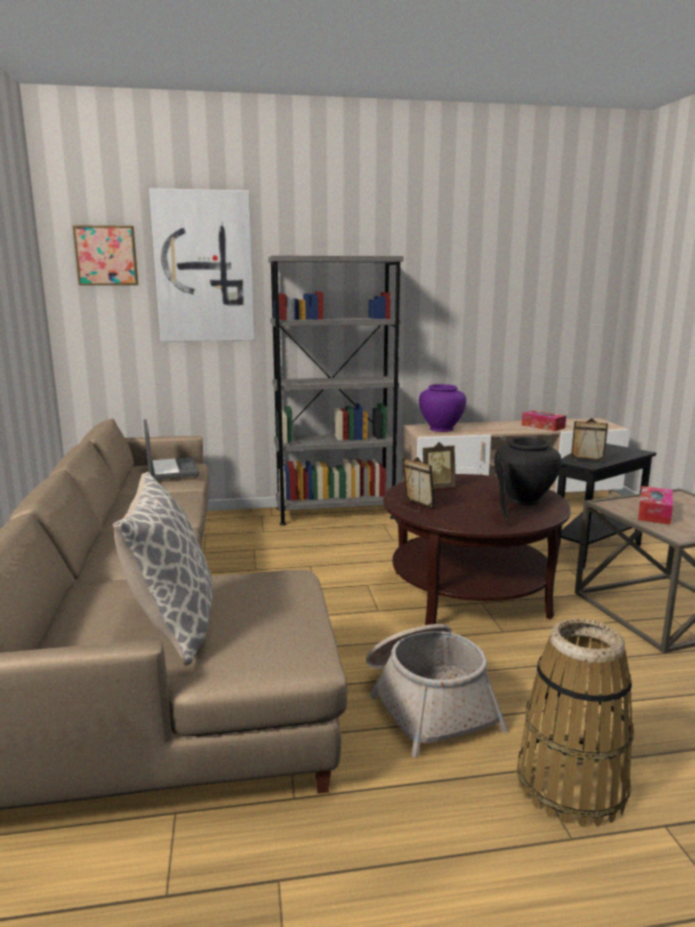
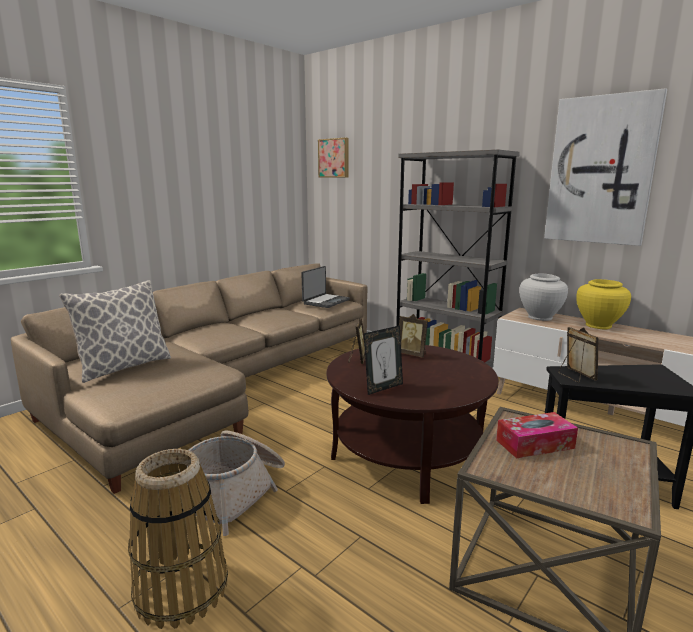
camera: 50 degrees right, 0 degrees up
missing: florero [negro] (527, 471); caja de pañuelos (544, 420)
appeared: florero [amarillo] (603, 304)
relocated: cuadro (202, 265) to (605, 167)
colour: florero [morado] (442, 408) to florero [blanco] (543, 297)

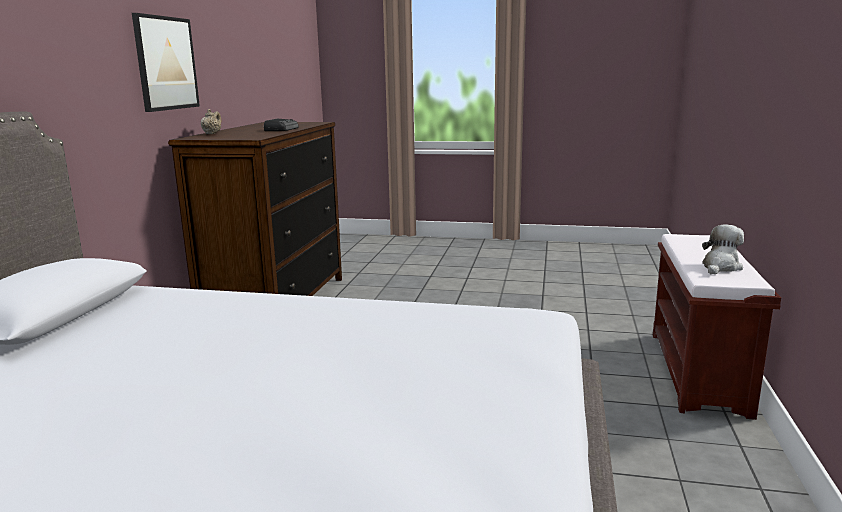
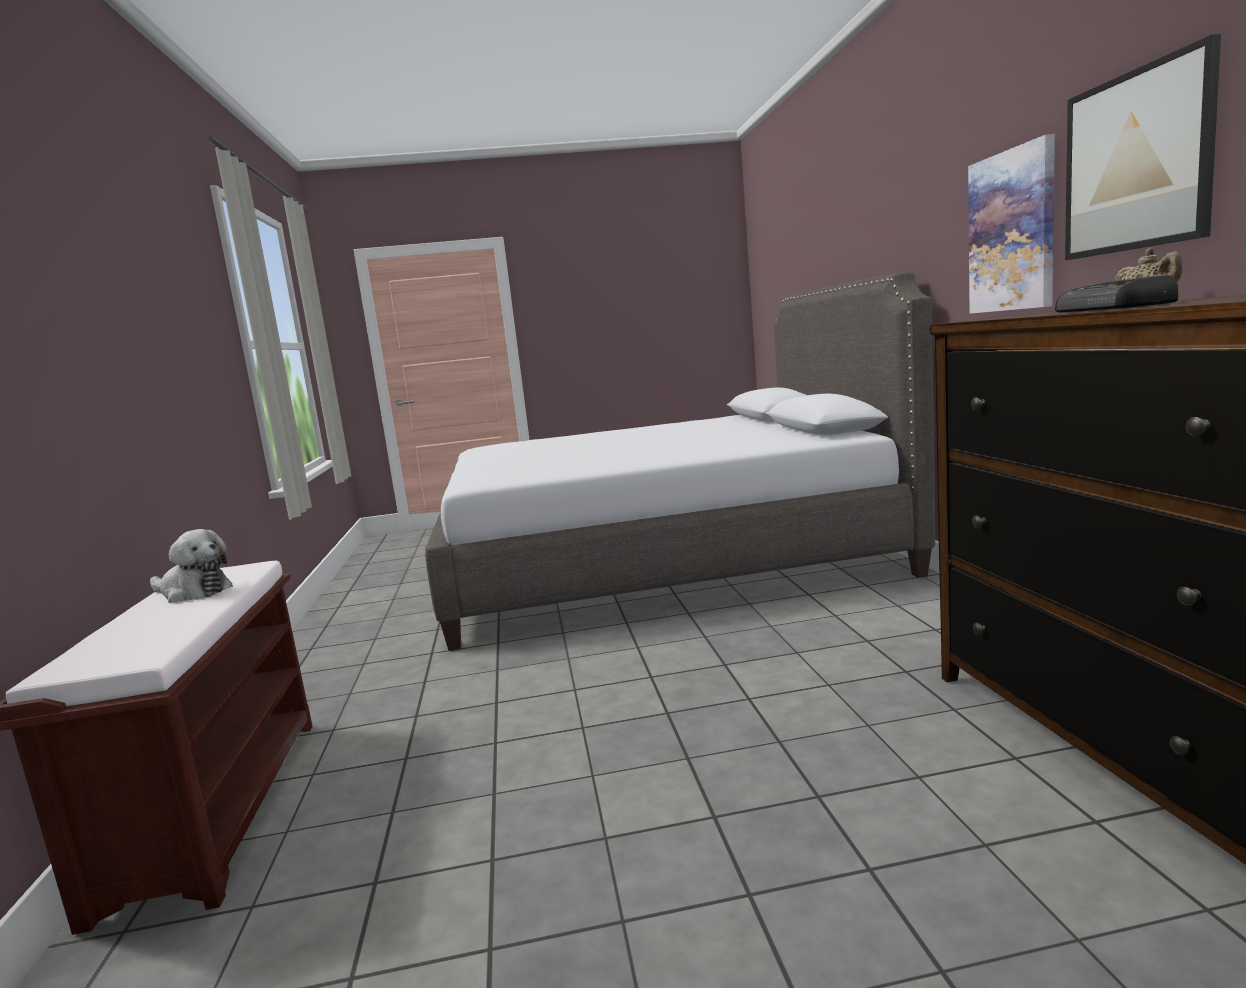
camera: 160 degrees right, 5 degrees down
appeared: cuadro (1011, 224)
spun: peluche (723, 249) = (191, 566) 90 degrees counterclockwise

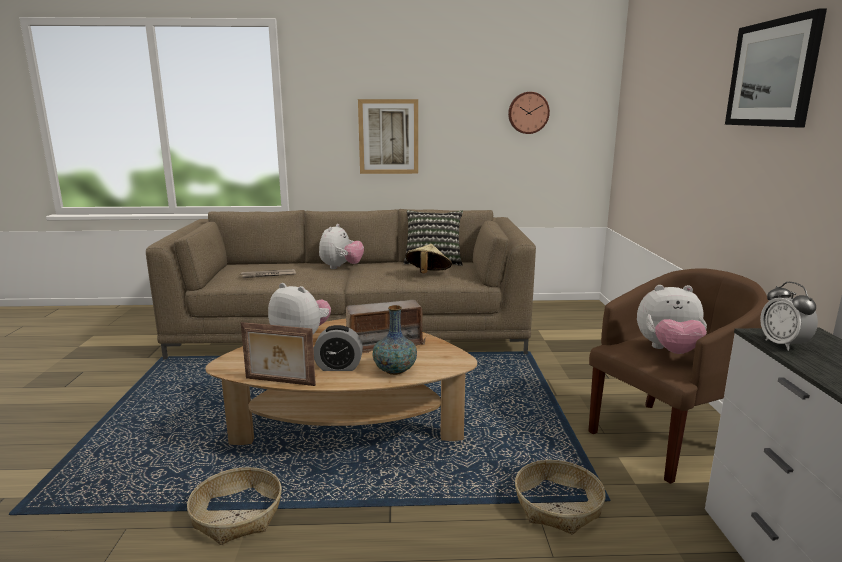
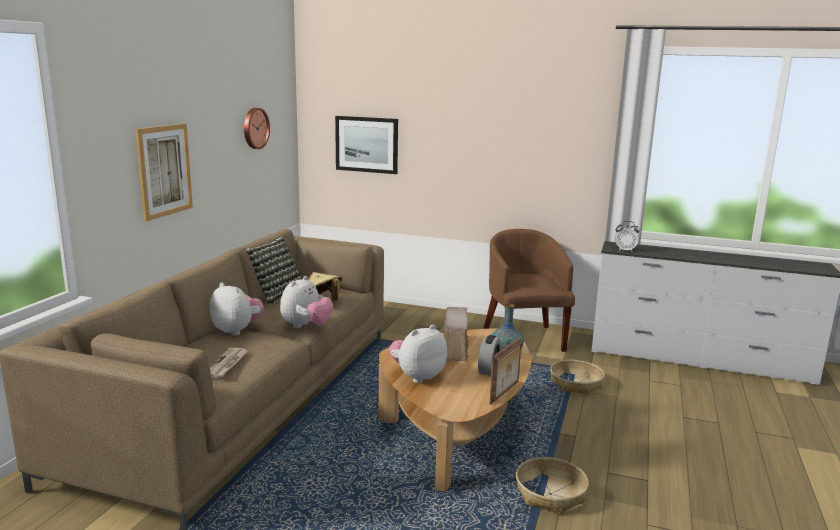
camera: 70 degrees left, 0 degrees up
relocated: peluche (672, 319) to (306, 302); cuadro (776, 67) to (366, 145)

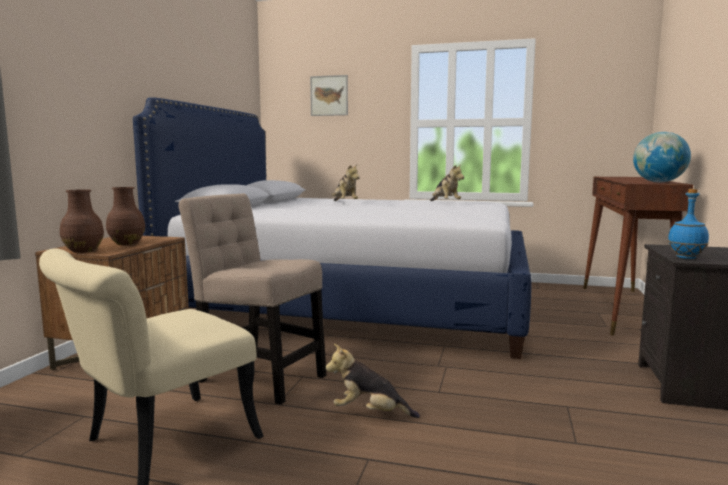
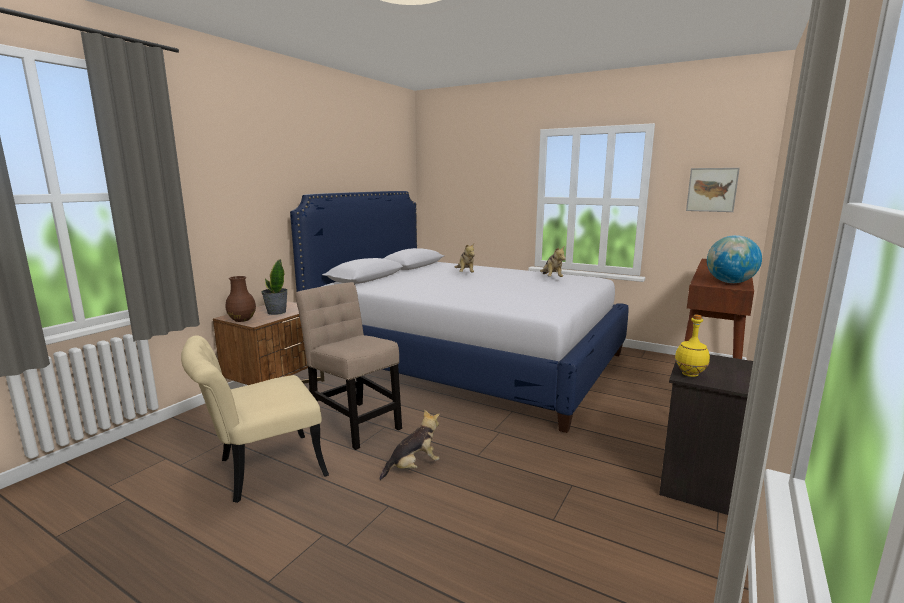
camera: 15 degrees right, 5 degrees up
relocated: cuadro (329, 95) to (713, 190)
exchanged: florero [marrón] (125, 216) to planta en maceta (274, 287)
colour: botella [azul] (688, 224) to botella [amarillo] (692, 346)
spun: peluche (372, 381) = (409, 444) 120 degrees clockwise

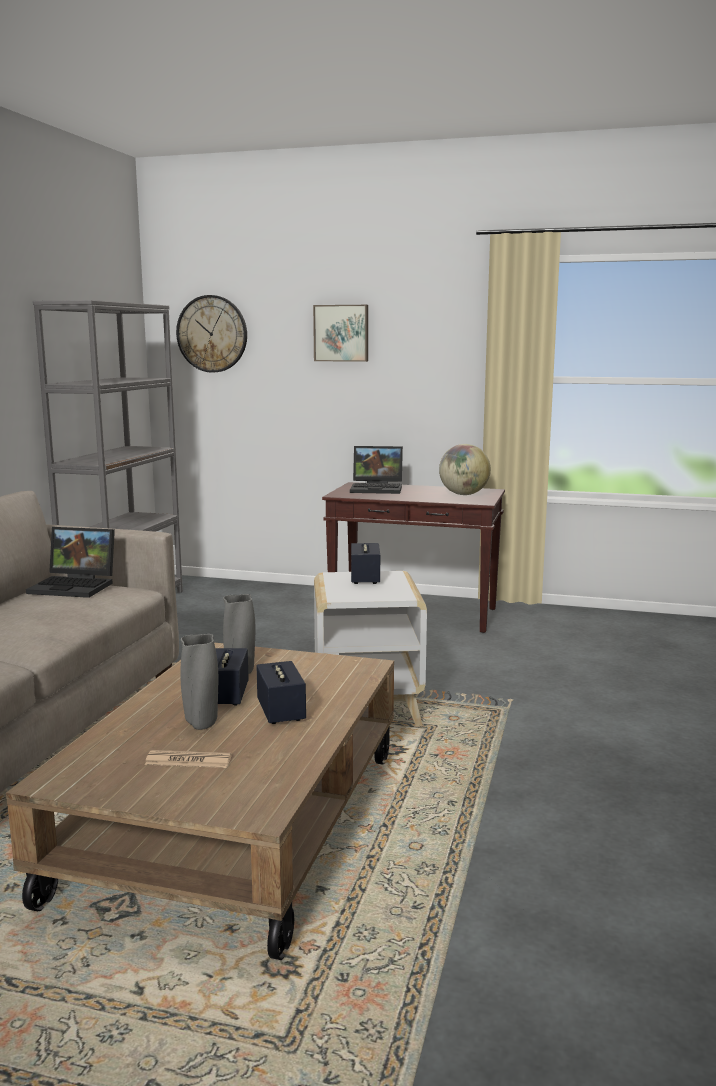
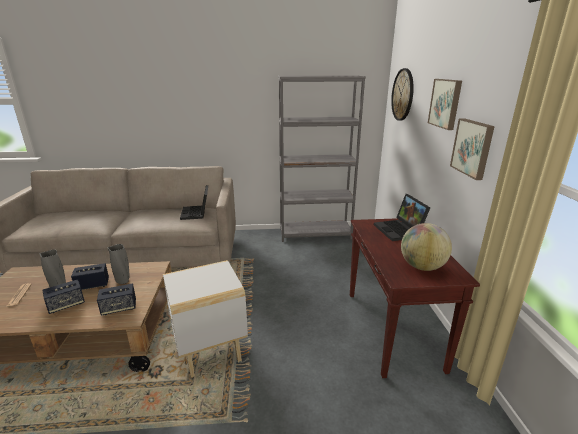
camera: 70 degrees right, 10 degrees up
appeared: cuadro (472, 149)
relocated: altavoz (365, 563) to (116, 300)

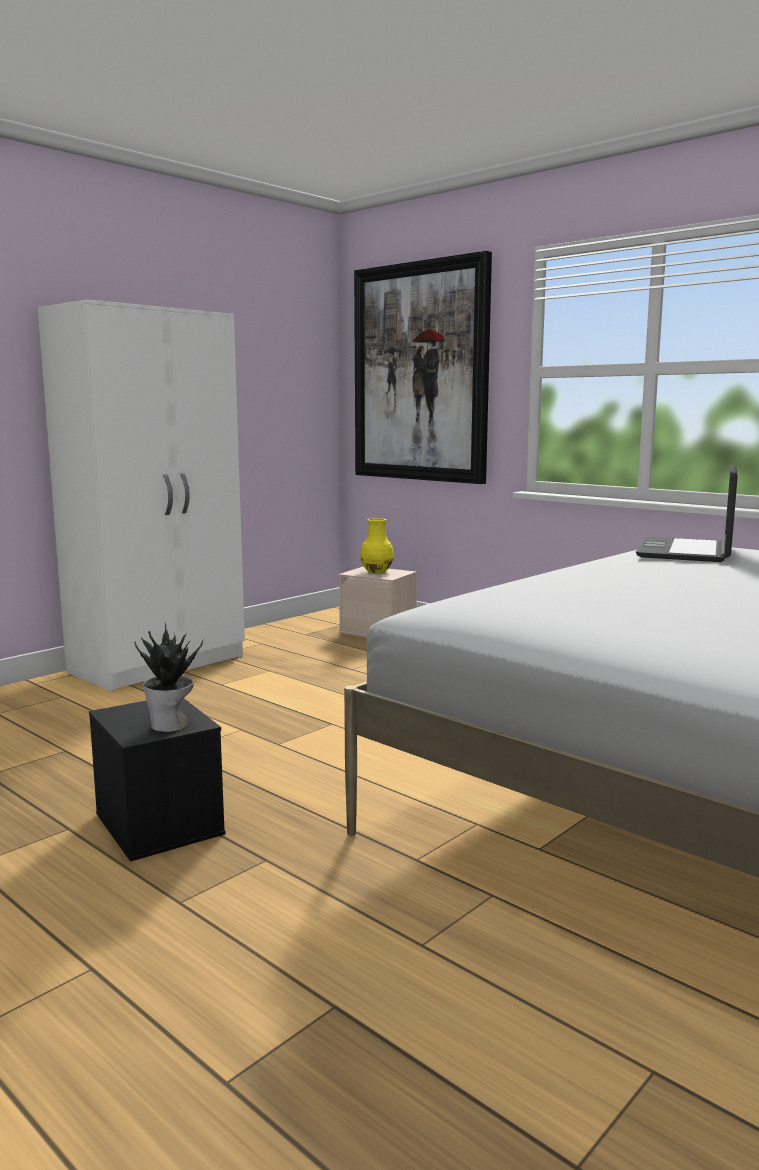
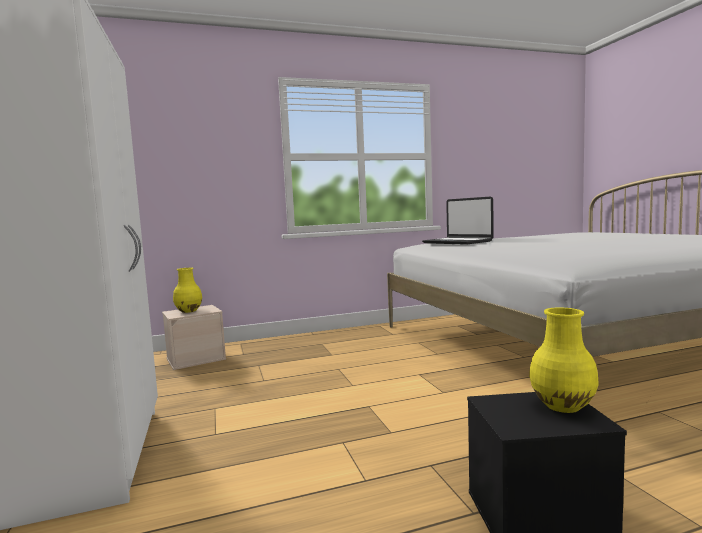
camera: 60 degrees left, 5 degrees down
missing: cuadro (423, 367)
exchanged: planta en maceta (168, 677) to florero [amarillo] (564, 360)

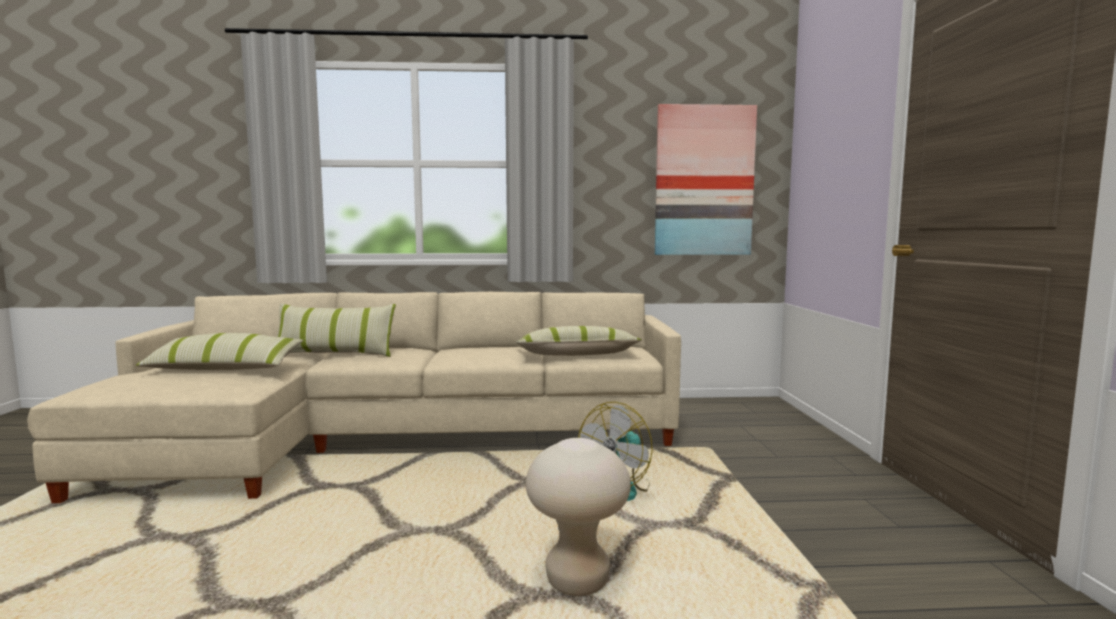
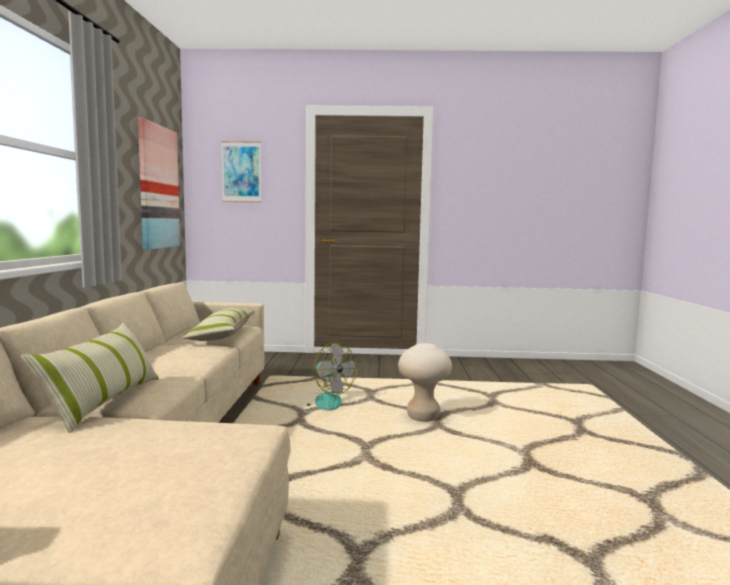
camera: 85 degrees left, 0 degrees up
missing: cojín (220, 351)
appeared: cuadro (241, 172)

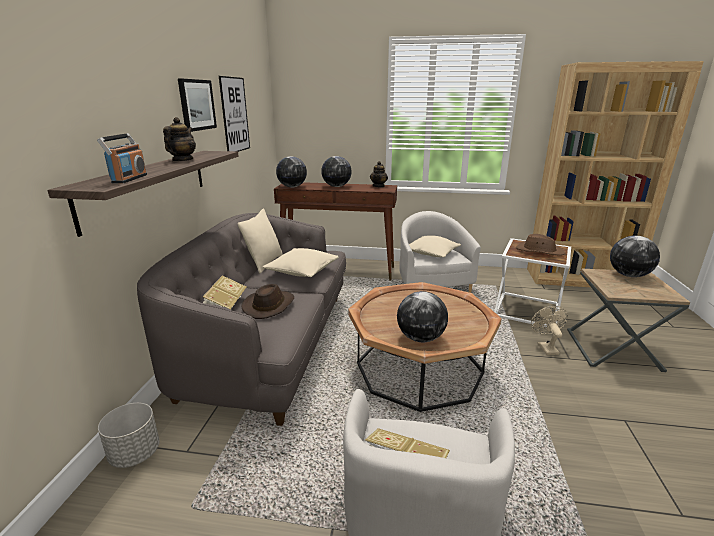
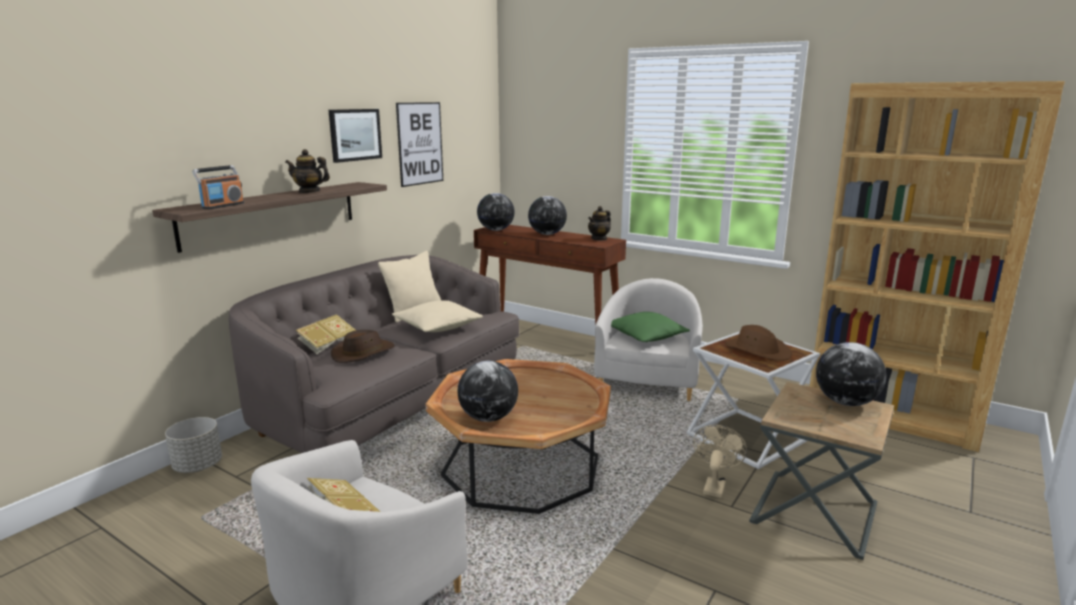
camera: 25 degrees right, 5 degrees down
colour: cojín [beis] (435, 246) to cojín [verde] (650, 327)
spun: tetera (179, 139) = (307, 171) 120 degrees counterclockwise

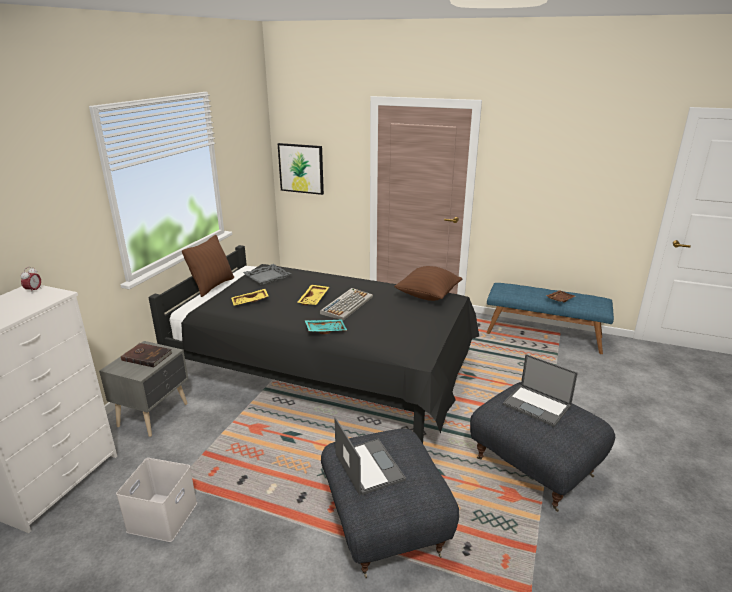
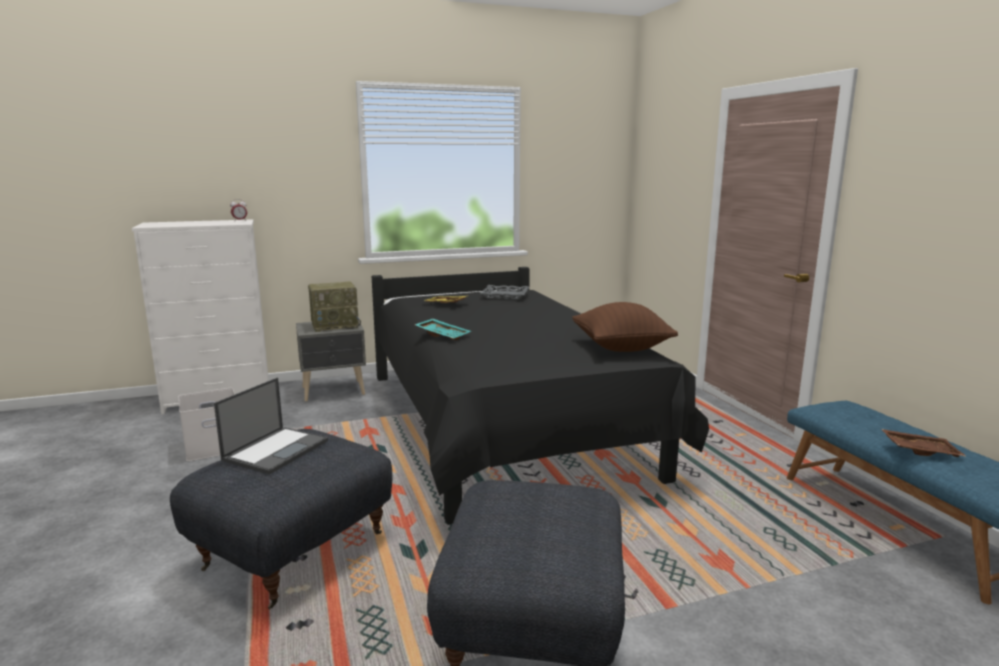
camera: 50 degrees right, 10 degrees down
missing: cojín [marrón] (208, 266); cuadro (301, 169); bandeja [amarillo] (313, 295); teclado (346, 304); portátil (540, 390)
exchanged: libro [marrón] (146, 355) to radio (334, 306)

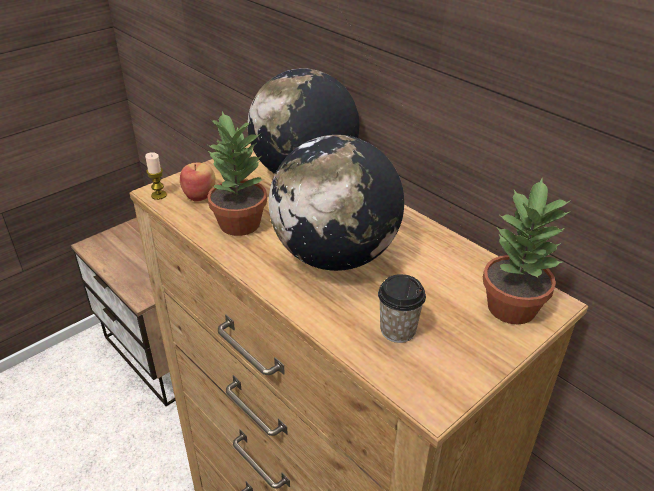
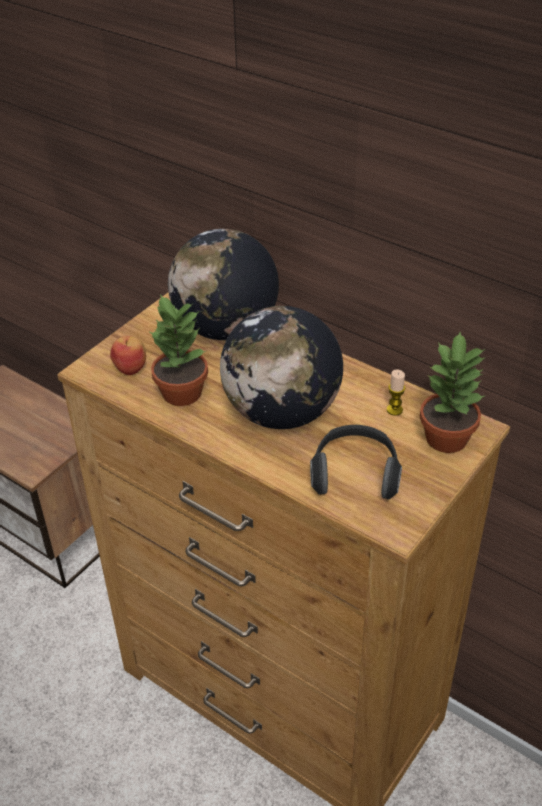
camera: 10 degrees left, 5 degrees up
relocated: vela (156, 176) to (396, 393)
exchanged: taza (402, 308) to auriculares (356, 462)

